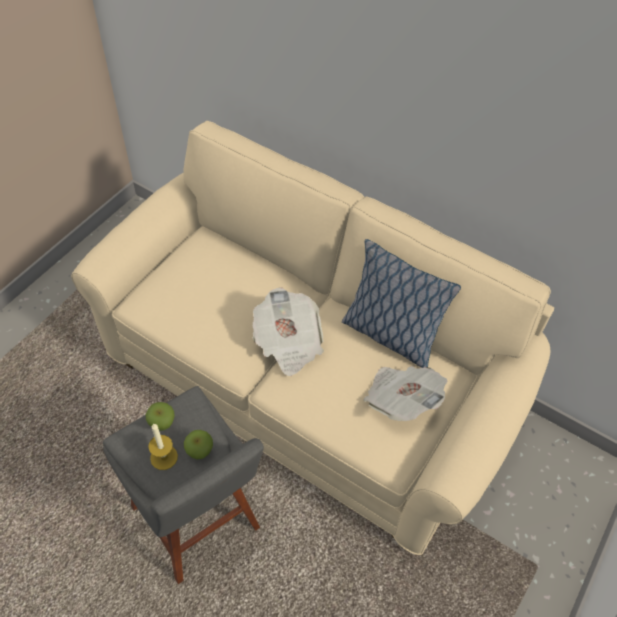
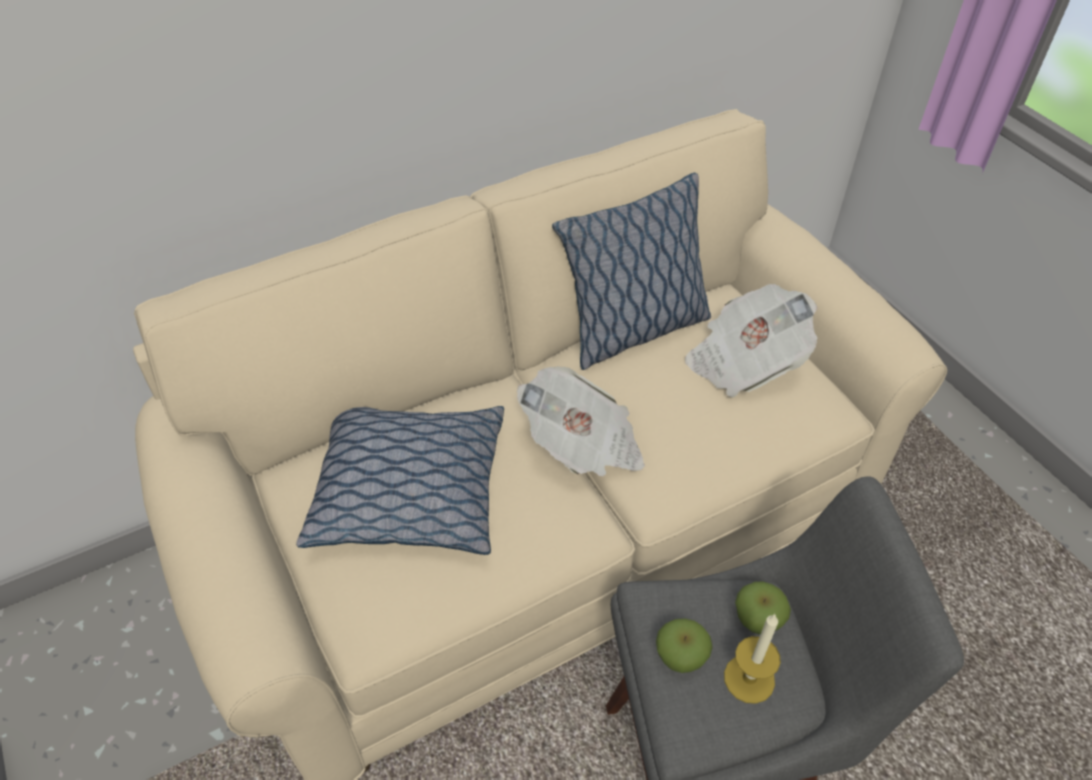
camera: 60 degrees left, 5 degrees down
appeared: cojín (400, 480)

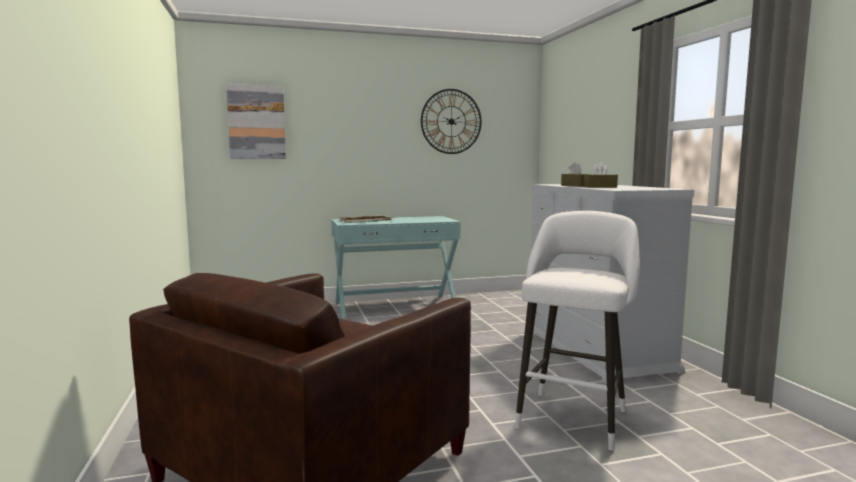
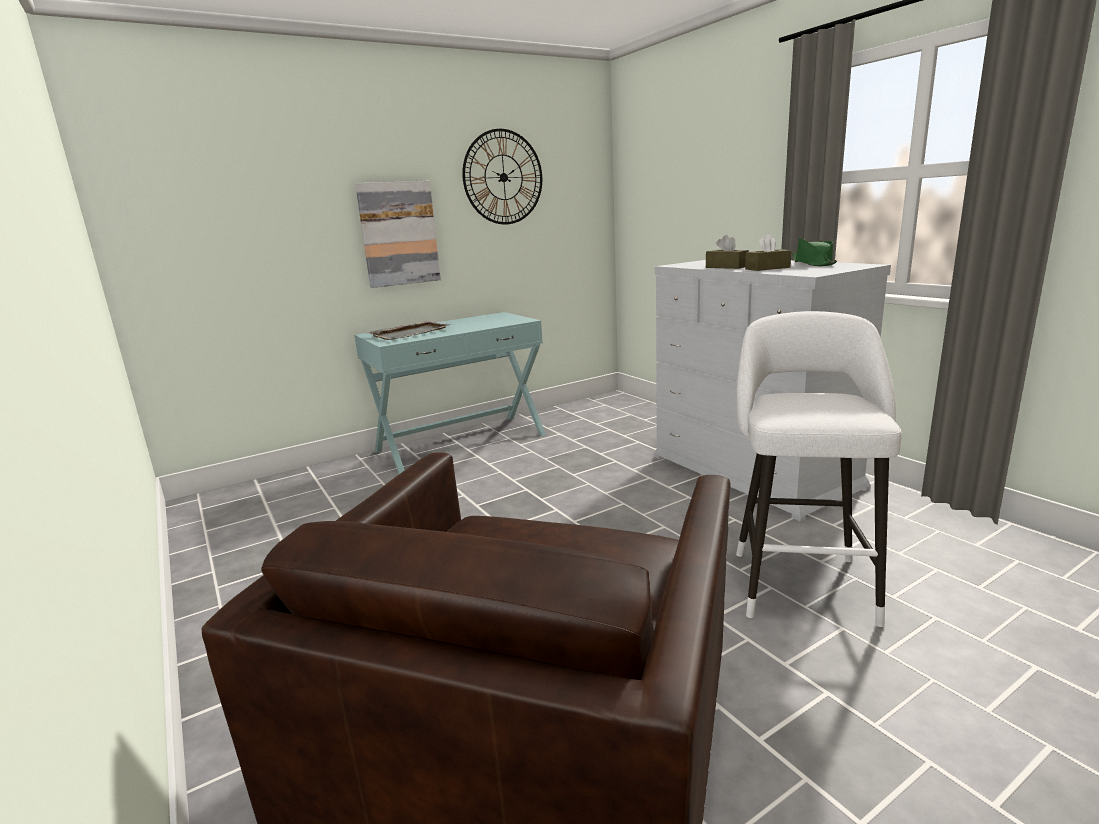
camera: 15 degrees left, 10 degrees up
appeared: sombrero [verde] (814, 252)
relocated: cuadro (256, 121) to (398, 234)

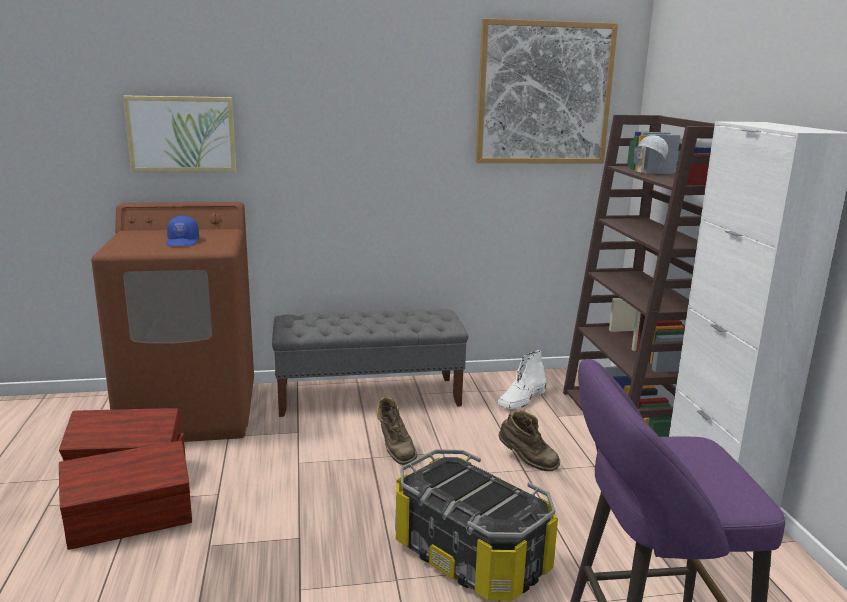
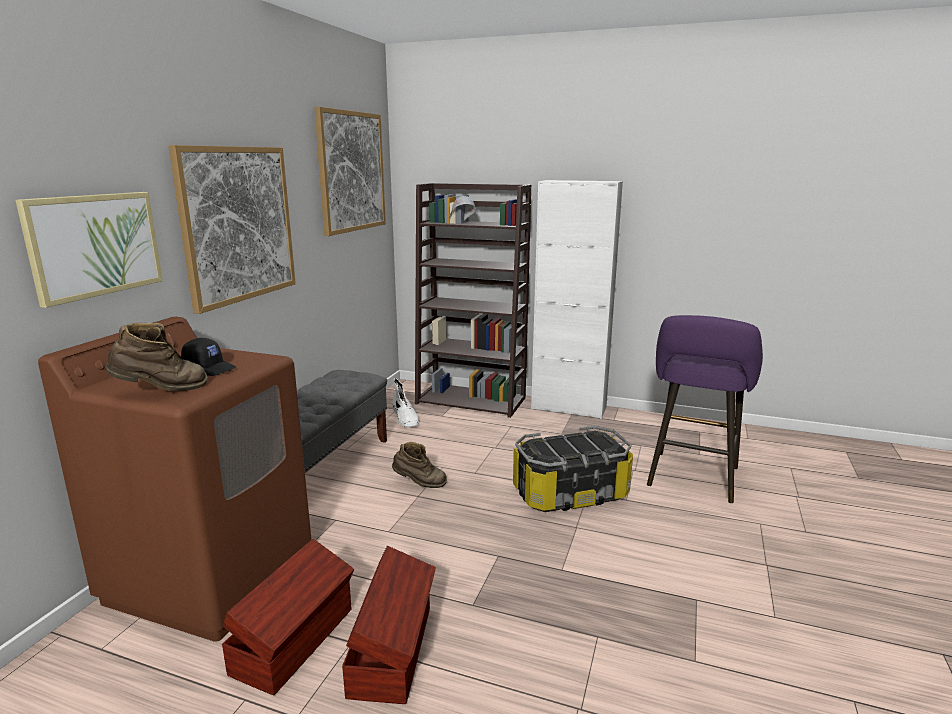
camera: 60 degrees left, 0 degrees up
appeared: cuadro (232, 229)
relocated: bota [marrón] (529, 440) to (157, 357)
colour: gorra [azul] (182, 231) to gorra [negro] (208, 357)

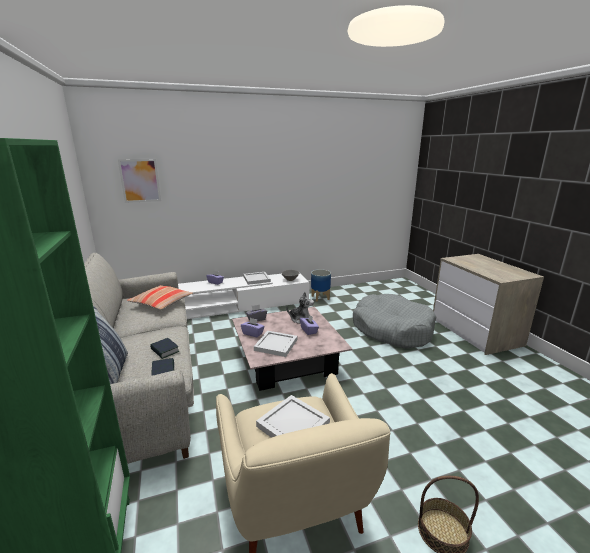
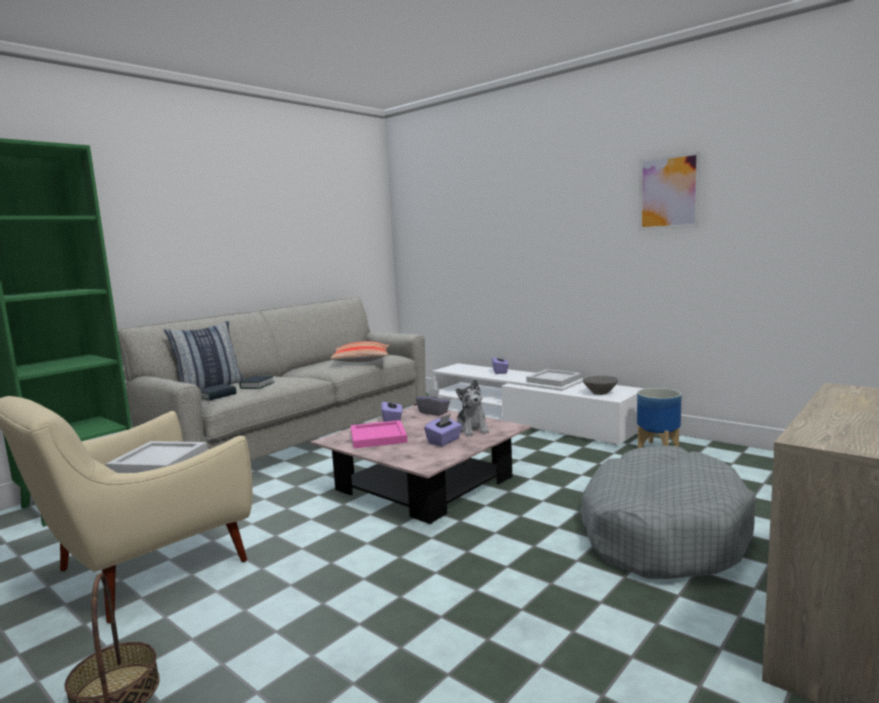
camera: 60 degrees right, 10 degrees down
relocated: cuadro (139, 181) to (670, 190)
colour: bandeja [blanco] (275, 344) to bandeja [rosa] (379, 434)

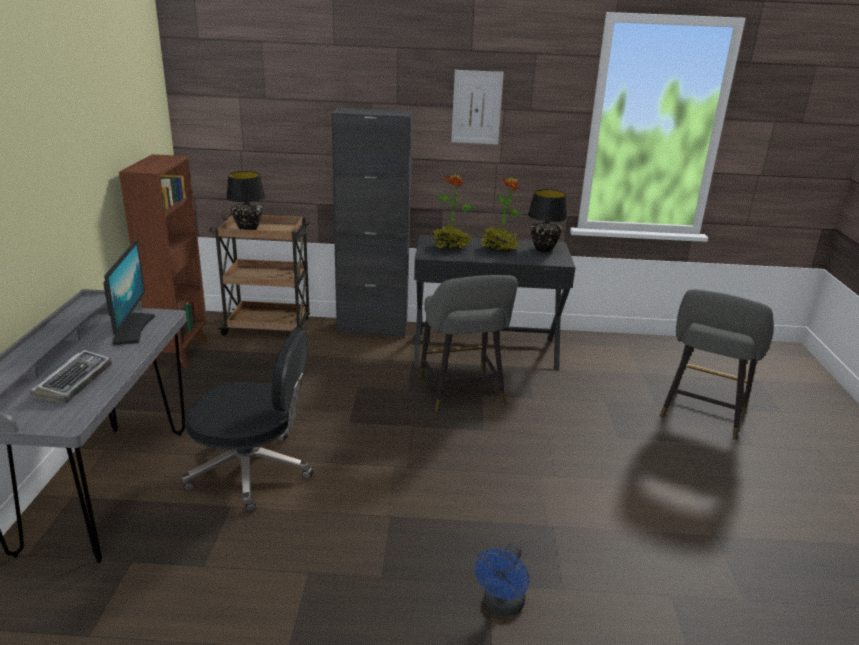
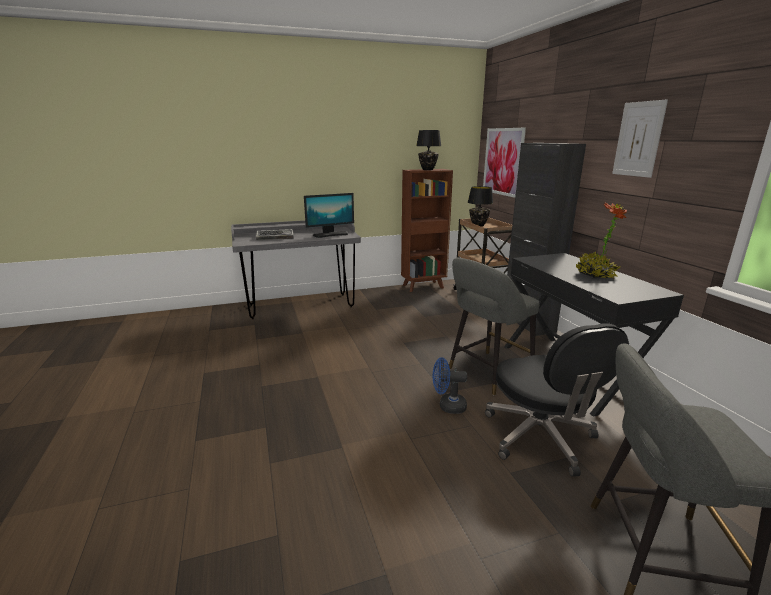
camera: 70 degrees right, 5 degrees down
missing: planta en maceta (454, 211)
appeared: cuadro (504, 163)
relocated: silla de oficina [negro] (248, 420) to (557, 400); ventilador [azul] (502, 579) to (450, 385); lámpara de mesa [negro] (547, 220) to (428, 150)

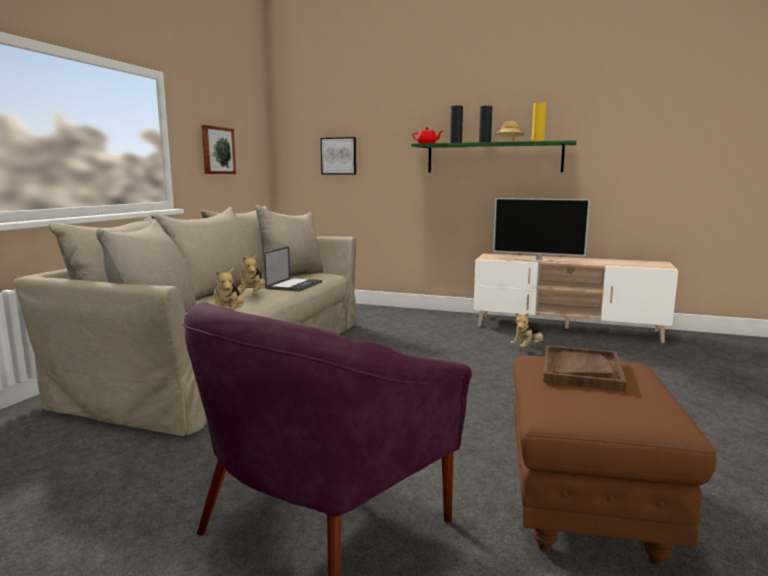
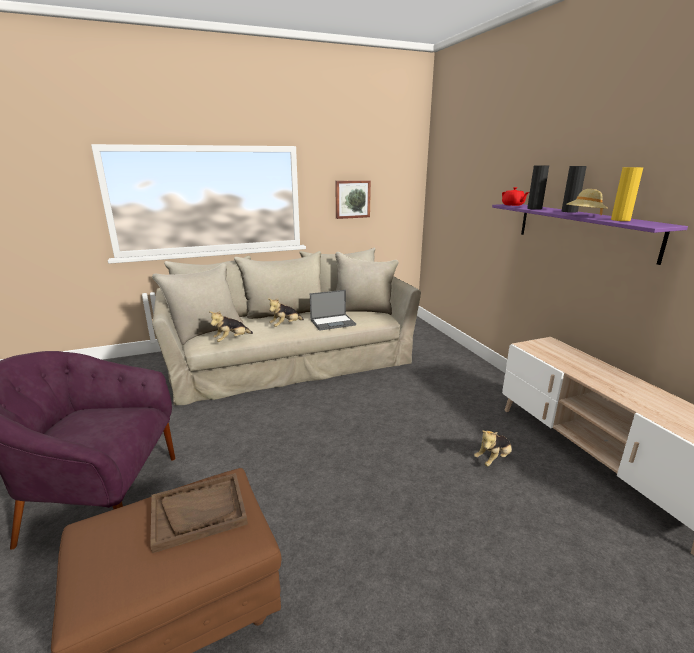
camera: 50 degrees right, 10 degrees up
missing: cuadro (338, 155); televisor (541, 230)
colour: estante [verde] (494, 156) to estante [morado] (590, 234)
spun: peluche (526, 330) = (493, 448) 45 degrees counterclockwise

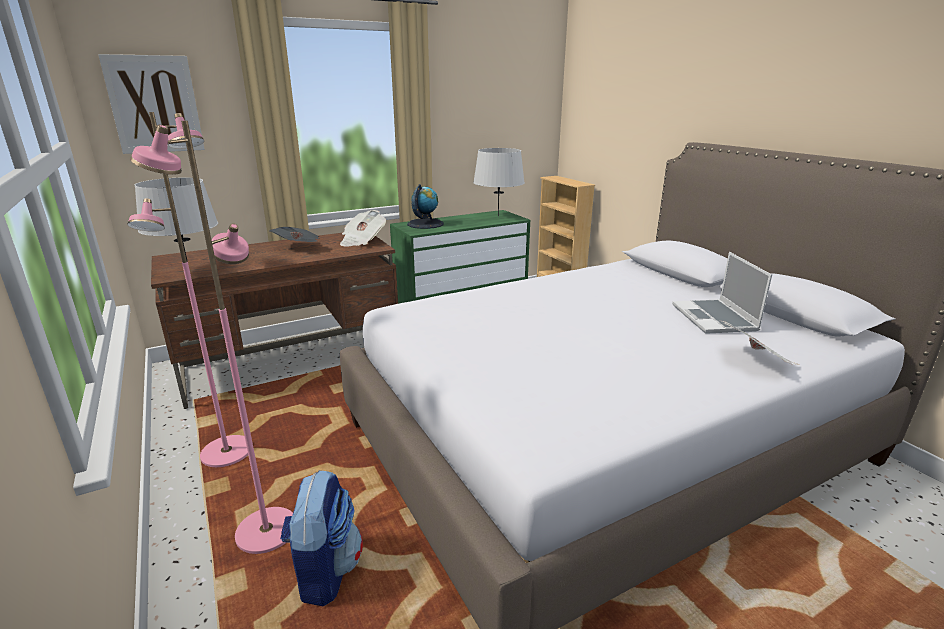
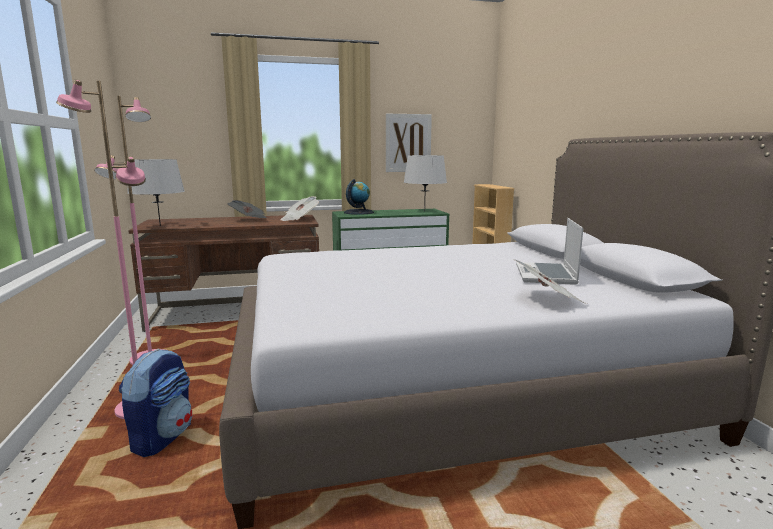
camera: 15 degrees right, 10 degrees down
relocated: cuadro (151, 104) to (409, 143)

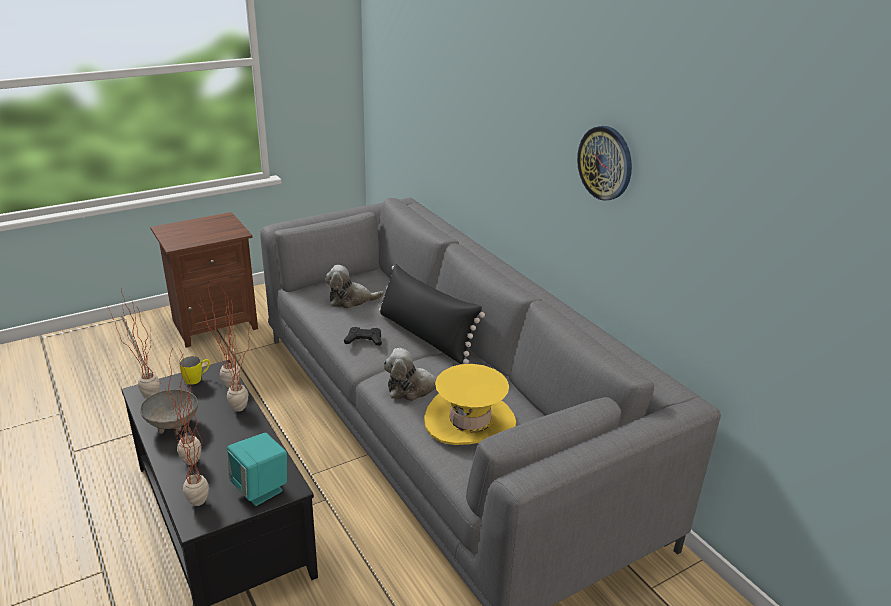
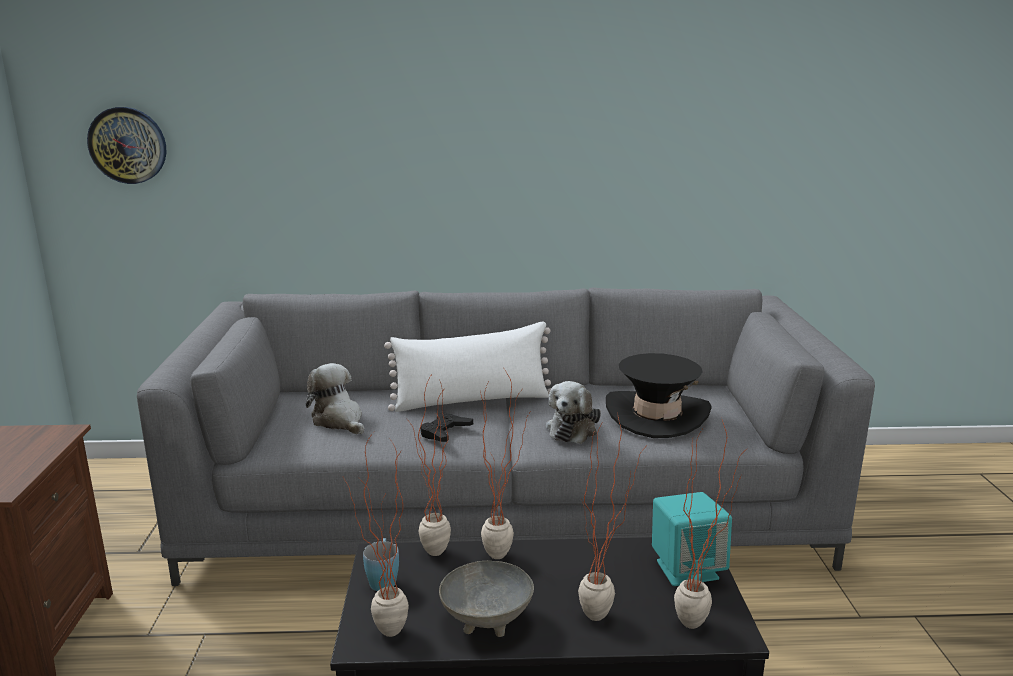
camera: 60 degrees left, 10 degrees down
relocated: reloj de pared (604, 163) to (126, 145)
colour: taza grande [amarillo] (195, 370) to taza grande [azul] (381, 564); cojín [negro] (432, 314) to cojín [blanco] (467, 366); sombrero [amarillo] (470, 404) to sombrero [negro] (658, 395)
spun: peluche (354, 287) = (335, 398) 120 degrees clockwise

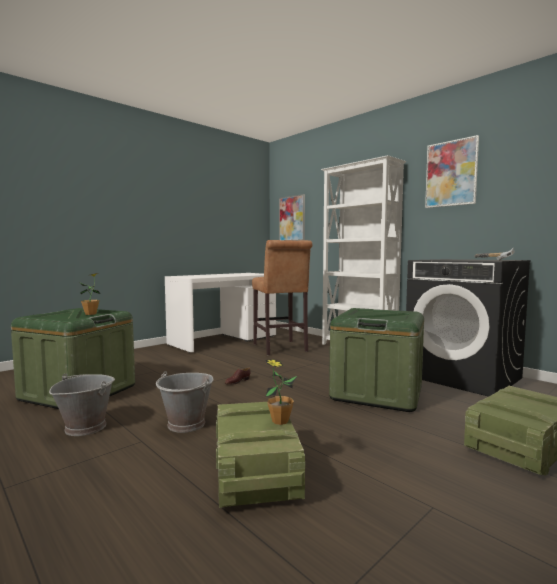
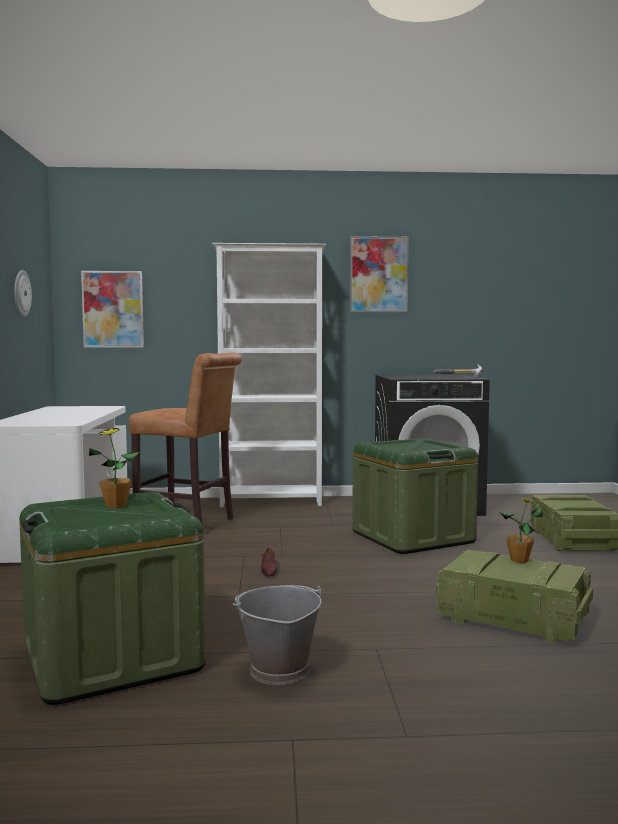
camera: 50 degrees left, 0 degrees up
missing: cubo [gris] (184, 402)
appeared: reloj de pared (23, 293)

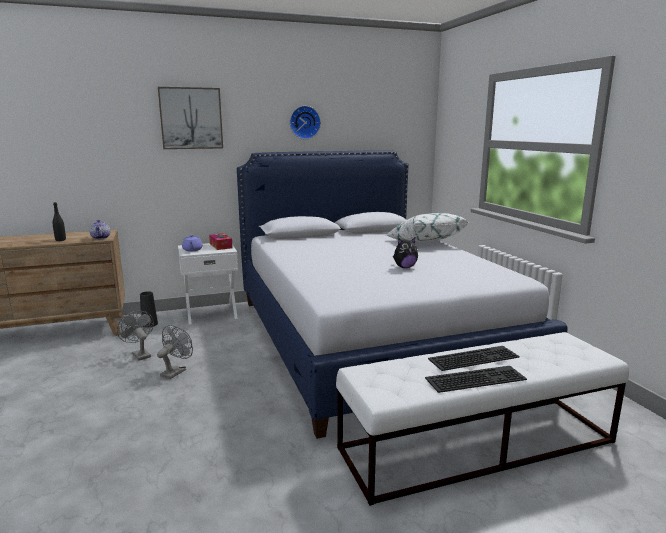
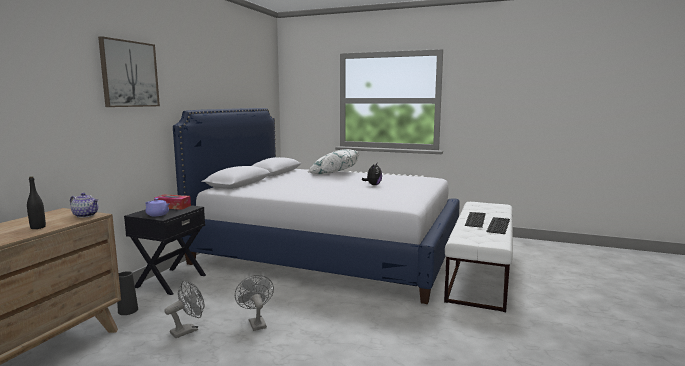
camera: 50 degrees left, 5 degrees down
missing: reloj de pared (305, 122)
colour: mesita de noche [blanco] (208, 284) to mesita de noche [negro] (165, 250)
spun: ventilador [gris] (135, 336) = (184, 309) 135 degrees clockwise

